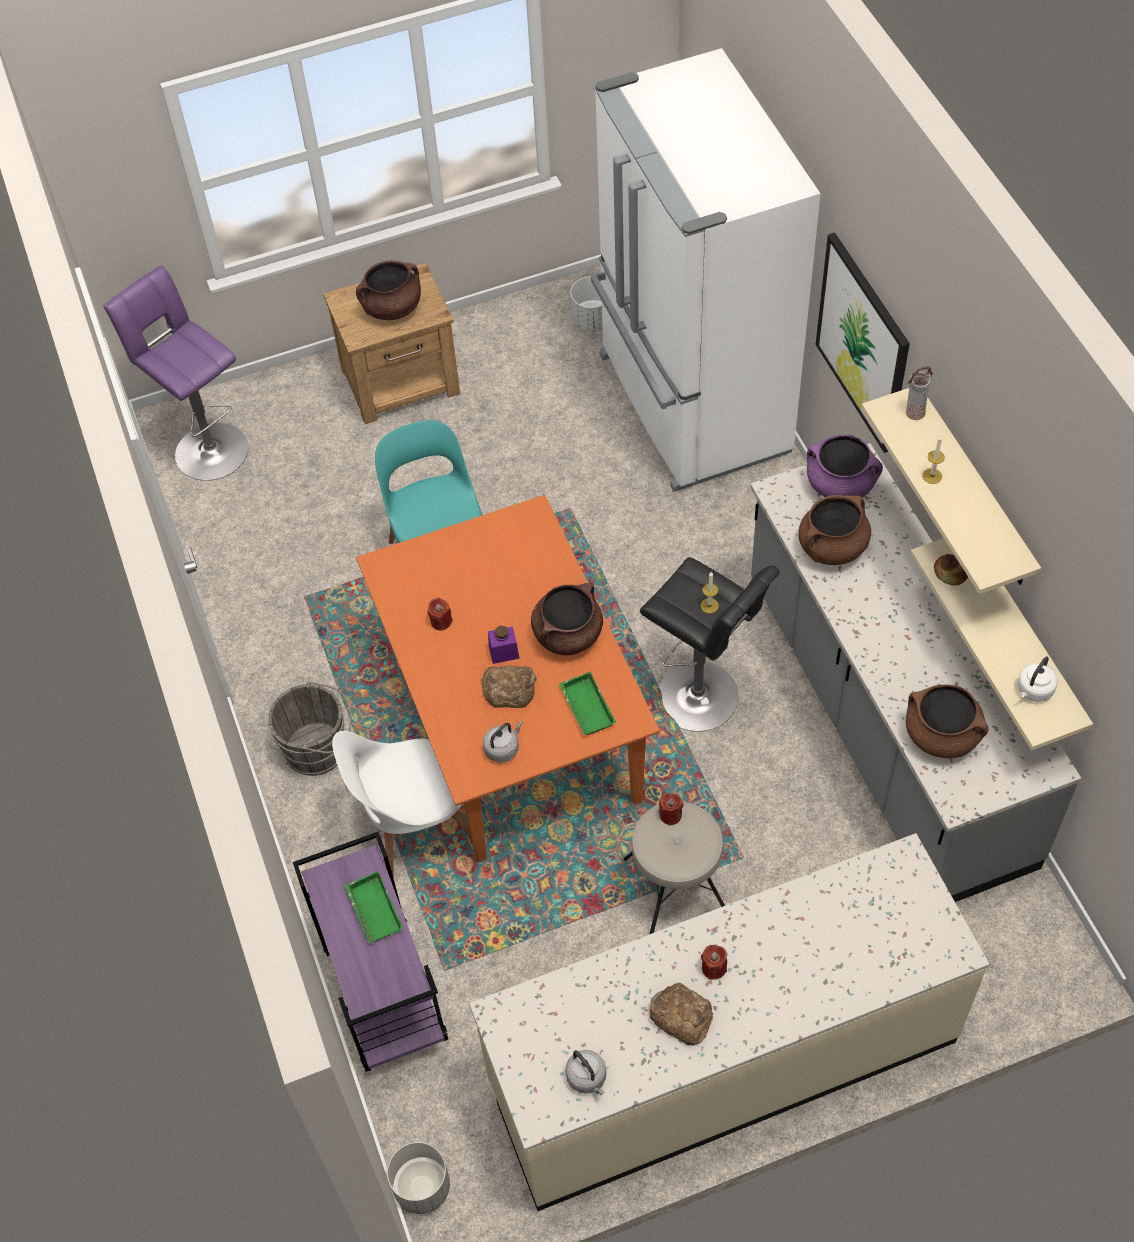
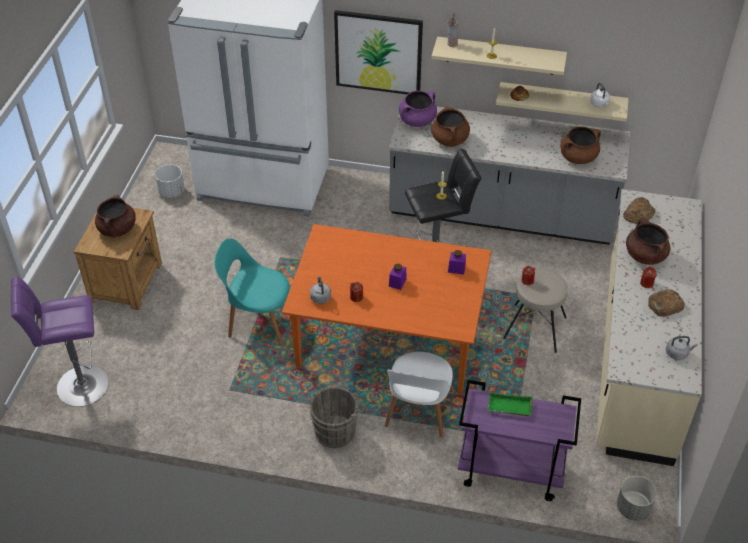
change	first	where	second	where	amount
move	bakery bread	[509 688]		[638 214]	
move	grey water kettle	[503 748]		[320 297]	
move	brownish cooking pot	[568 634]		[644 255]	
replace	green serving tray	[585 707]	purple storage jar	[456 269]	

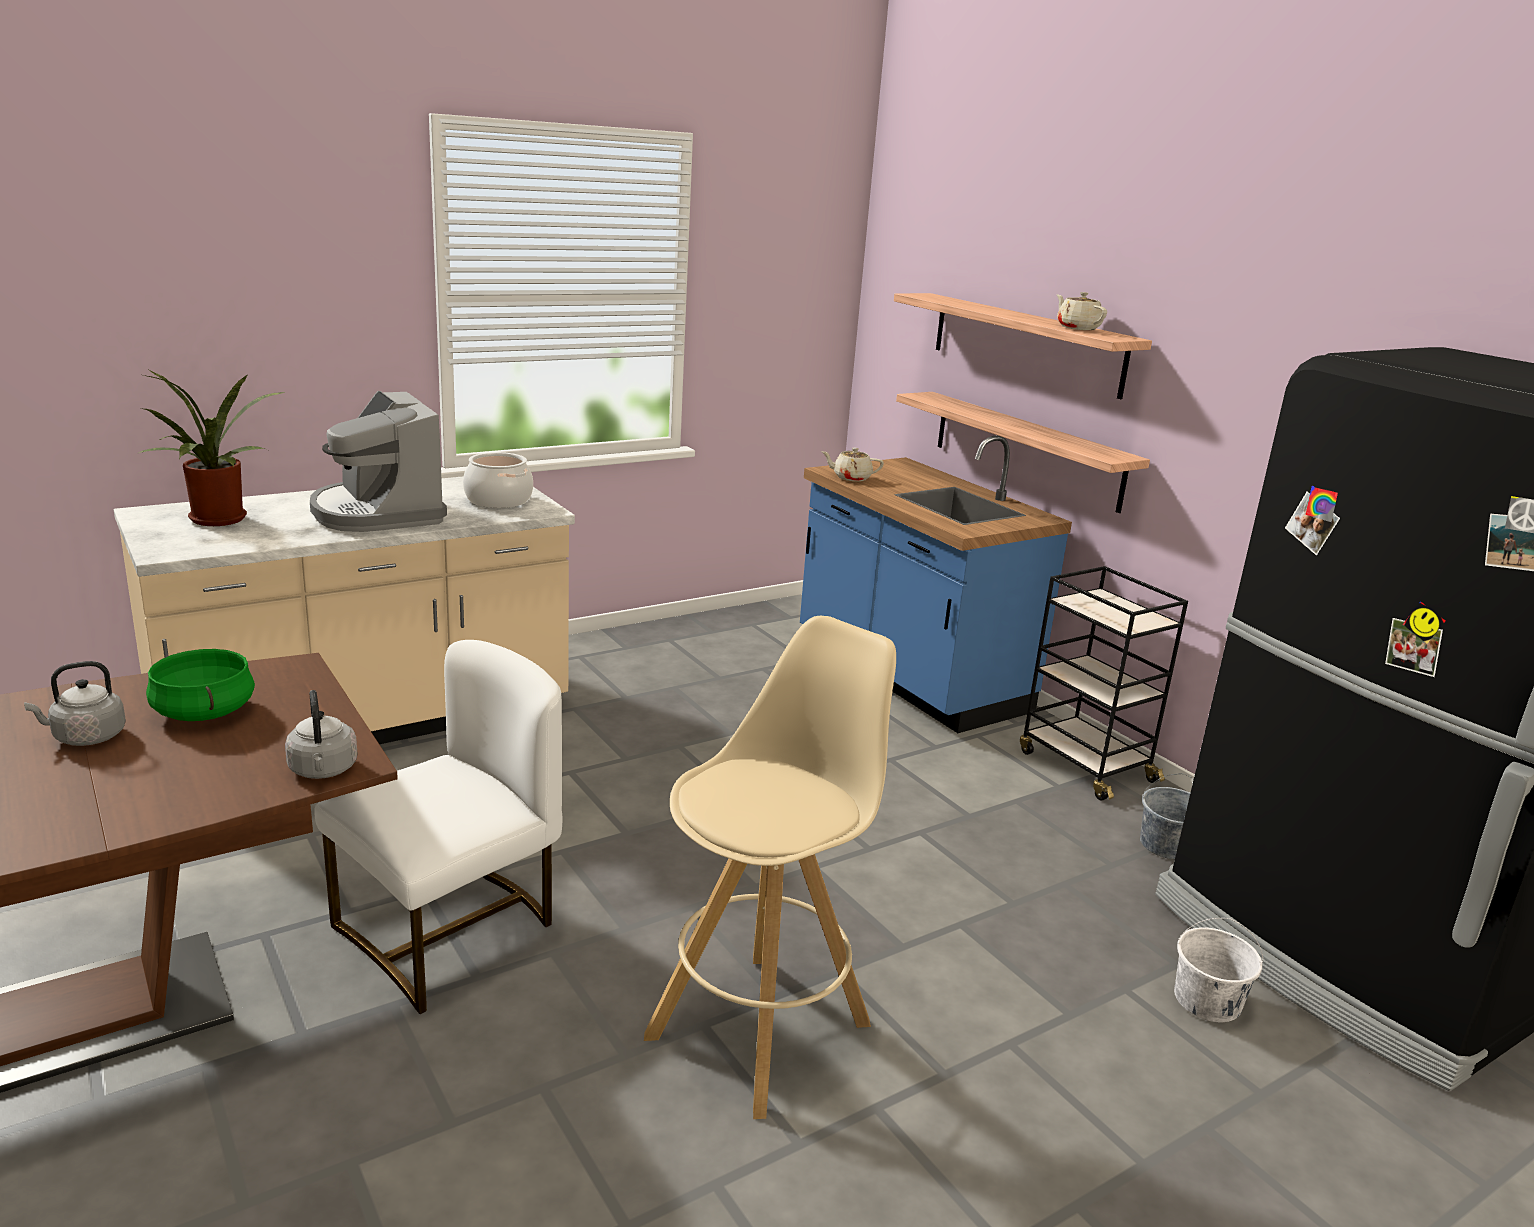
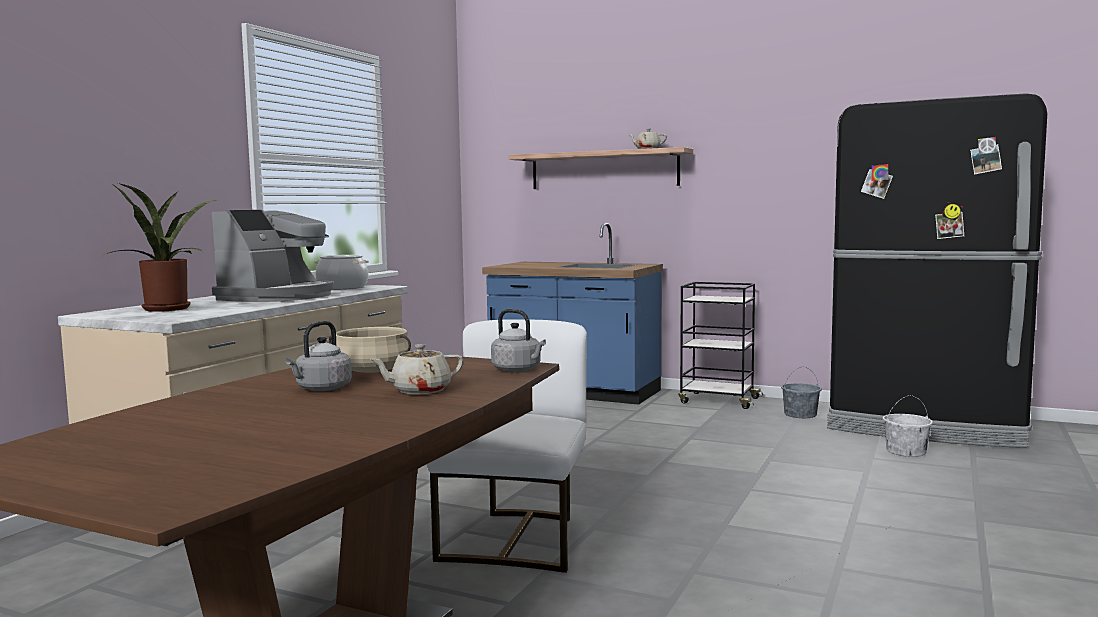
change	first	where	second	where	amount
delete	sand-coloured stool seat	[761 1028]			
delete	shelf	[1026 449]			
move	sand-coloured pot for tea	[851 478]		[419 391]	
recolor	green cooking pot	[203 712]	sand-coloured cooking pot	[372 371]	
rotate	coffee maker	[377 513]		[278 297]	90 degrees counterclockwise

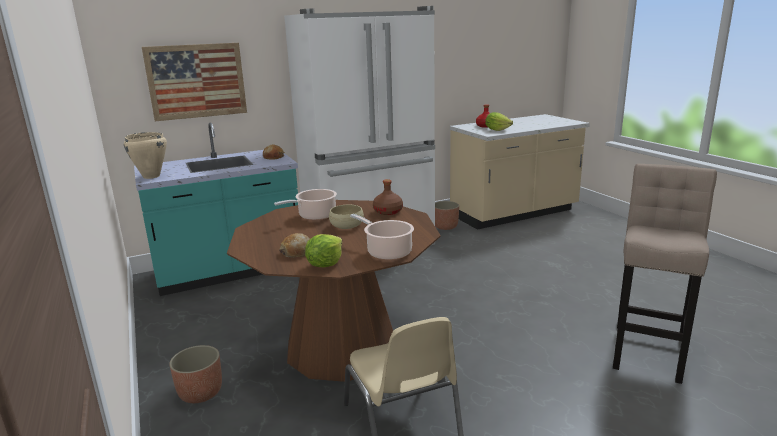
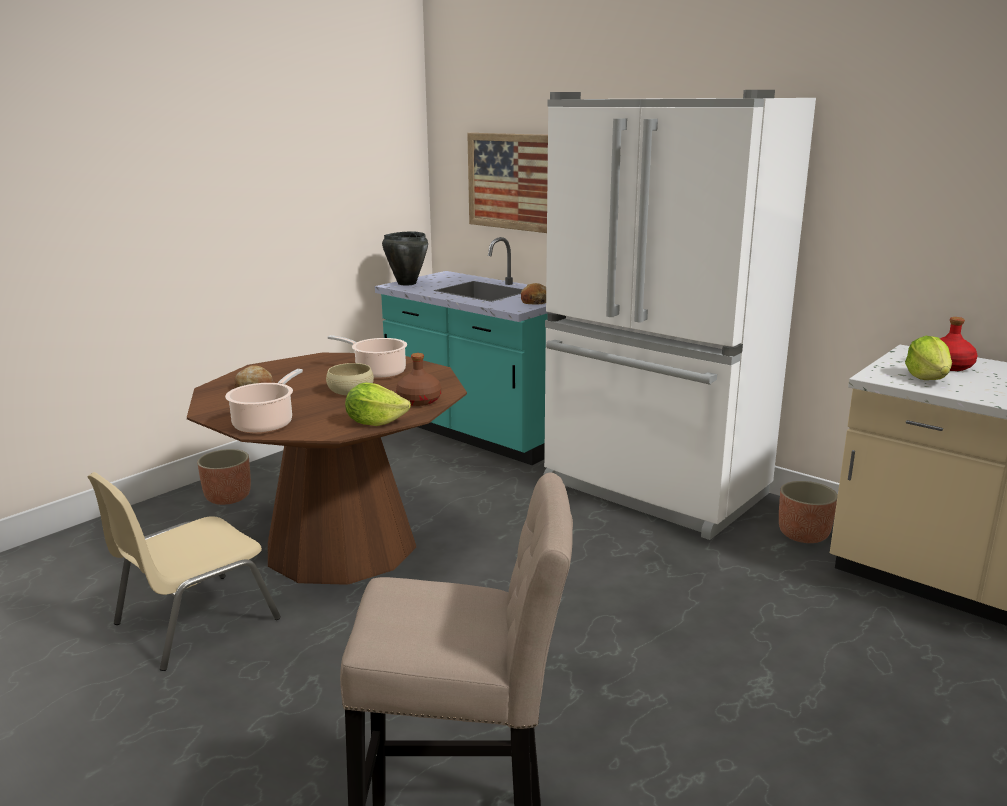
change	first	where	second	where	amount
move	lettuce head	[325 264]		[375 422]	
recolor	sand-coloured cooking pot	[151 176]	black-coloured cooking pot	[406 283]	

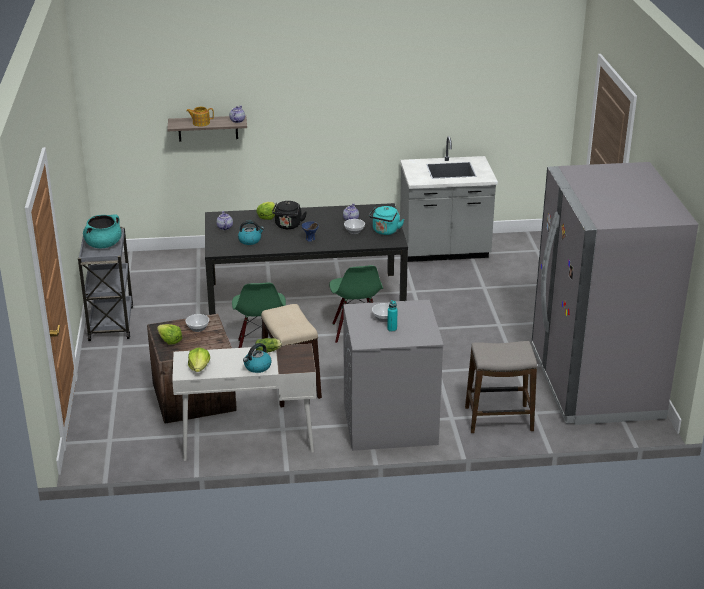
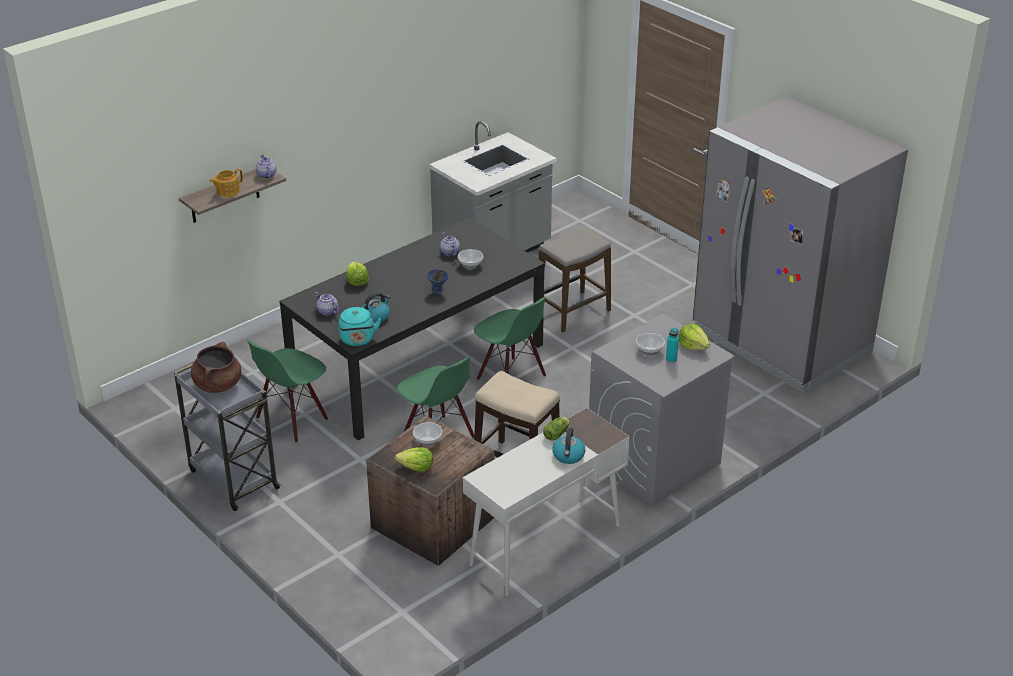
change	first	where	second	where	amount
delete	black-coloured water kettle	[288 226]			
insert			green plain chair	[292 419]	
move	lettuce head	[199 368]		[693 345]	
move	turquoise water kettle	[385 231]		[358 340]	
move	stool seat	[498 419]		[572 312]	
recolor	turquoise cooking pot	[103 244]	brownish cooking pot	[218 385]	

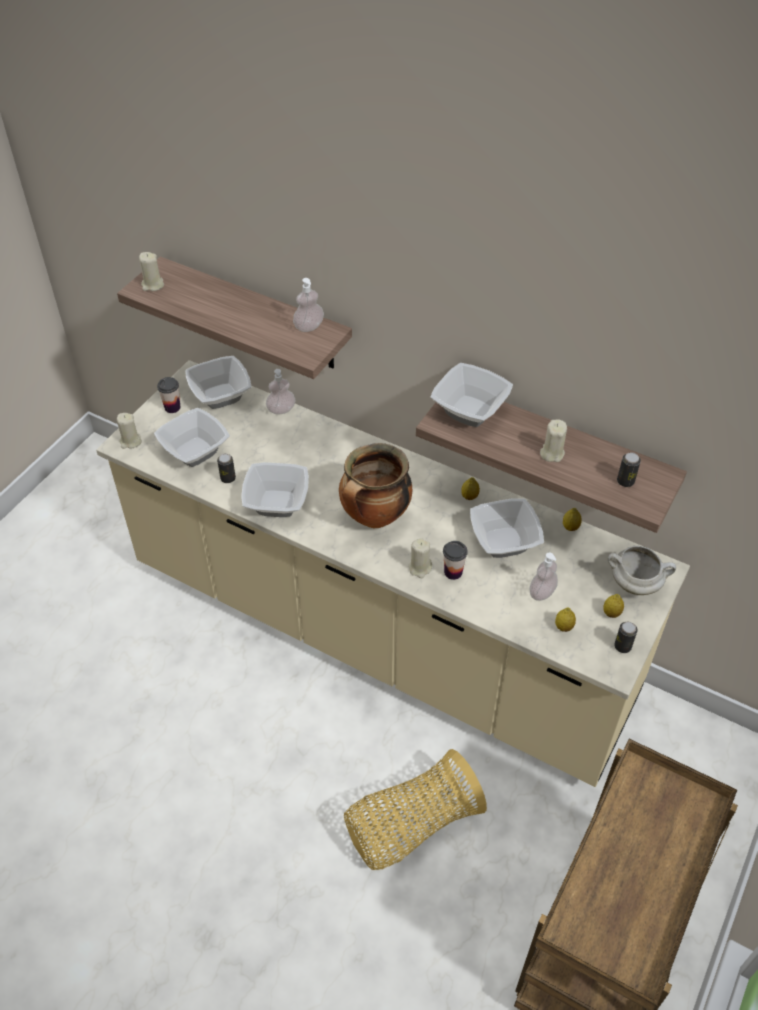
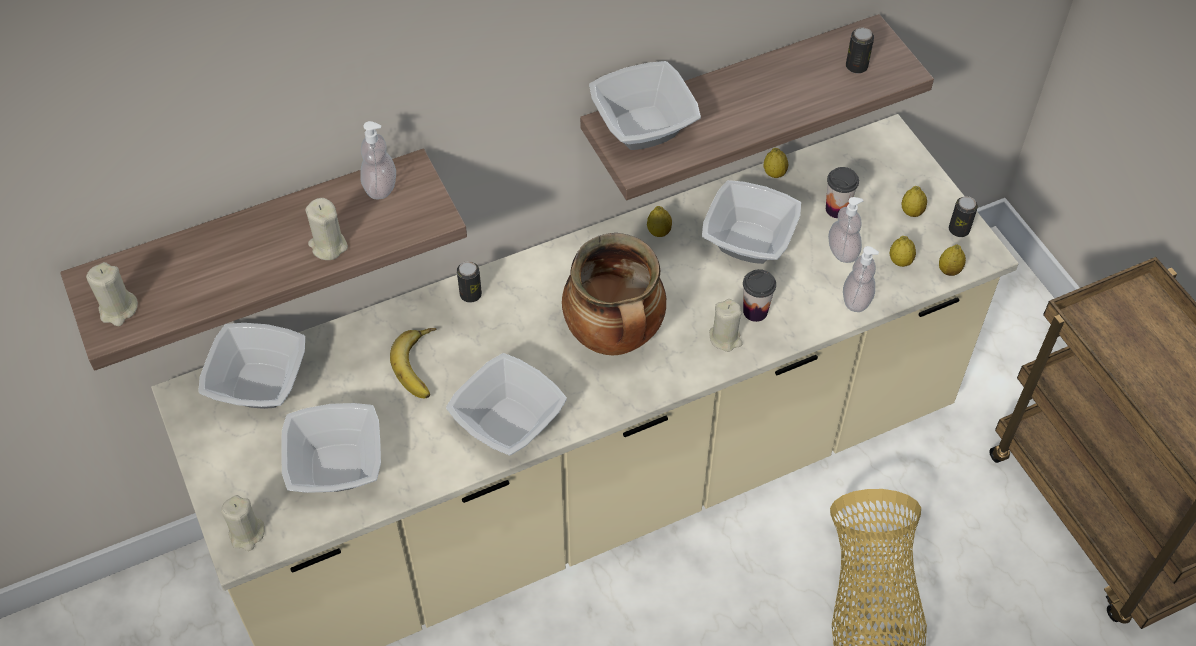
change	first	where	second	where	amount
delete	white-coloured cooking pot	[635 583]			
insert			banana fruit	[422 366]	
insert			citrus fruit	[949 270]	
move	cup	[172 407]		[837 209]	
move	sealed can	[228 478]		[470 294]	
move	liquid soap bottle	[281 409]		[856 300]	
move	sand-coloured candle	[551 453]		[328 246]	

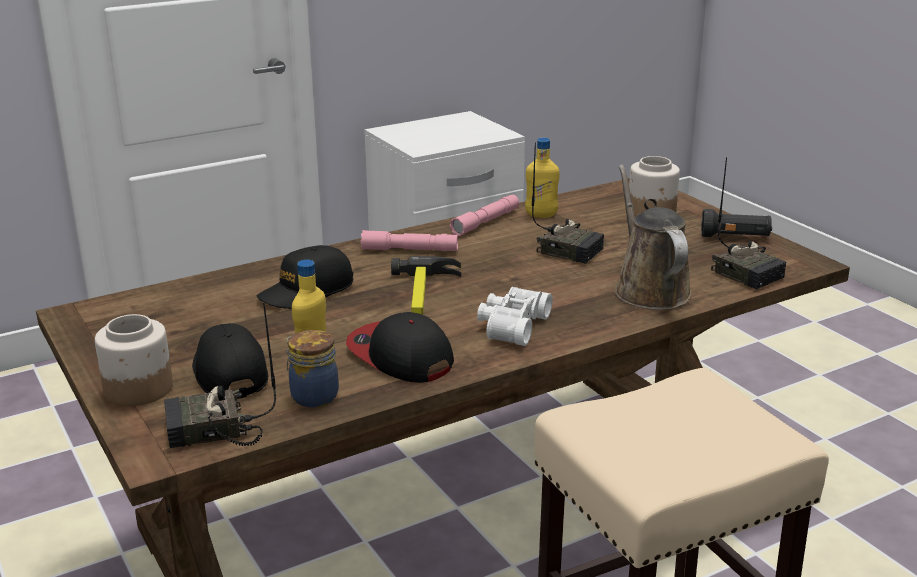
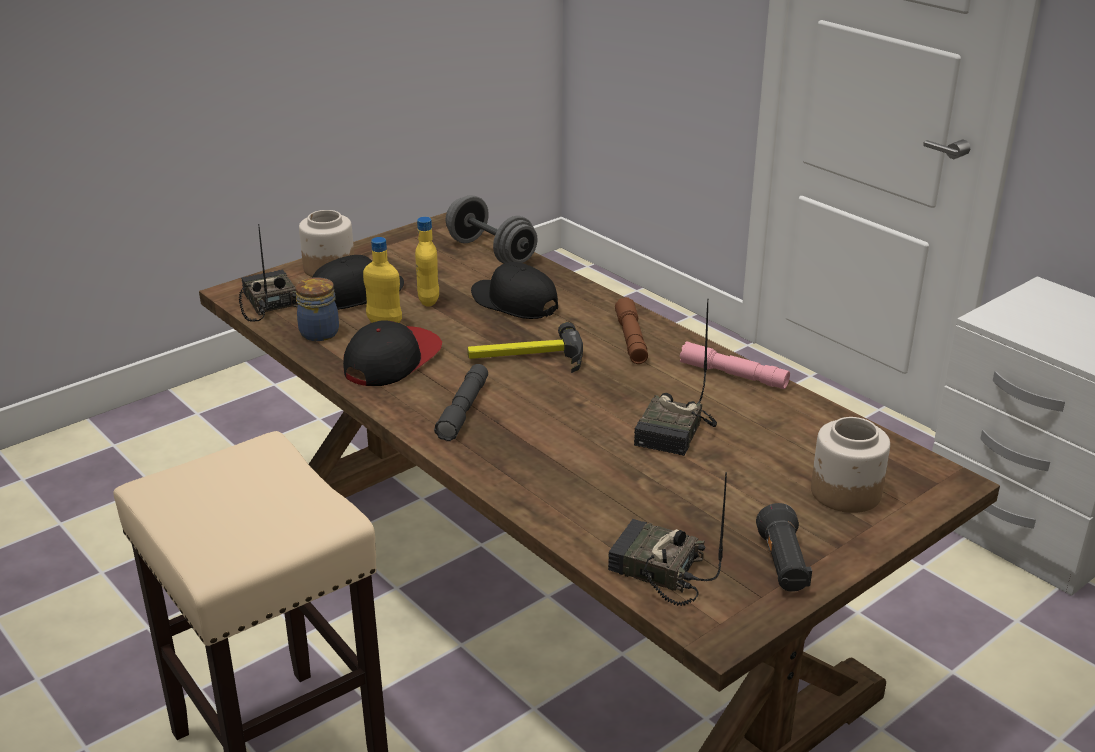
change	first	where	second	where	amount
delete	brownish sprinkling can	[648 289]			
insert			grey dumbbell	[491 252]	
move	yellowish beverage bottle	[541 215]		[428 300]	
replace	white-coloured field glasses	[511 326]	grey hand torch	[463 410]	
recolor	pink hand torch	[409 250]	brownish hand torch	[631 339]	
rotate	radio	[748 273]		[656 571]	75 degrees clockwise

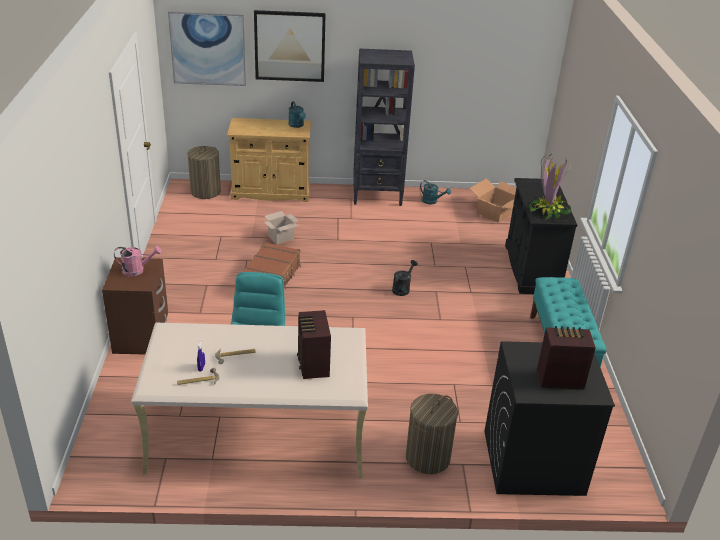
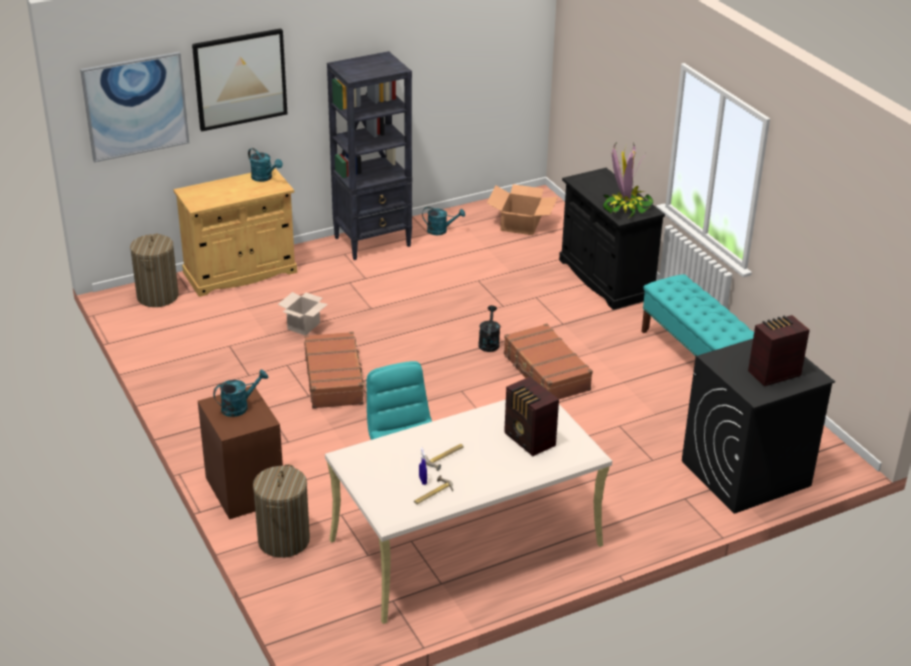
change	first	where	second	where	amount
insert			brownish travel case	[545 372]	
move	hamper	[427 458]		[284 540]	
recolor	pink sprinkling can	[137 270]	turquoise sprinkling can	[239 407]	

